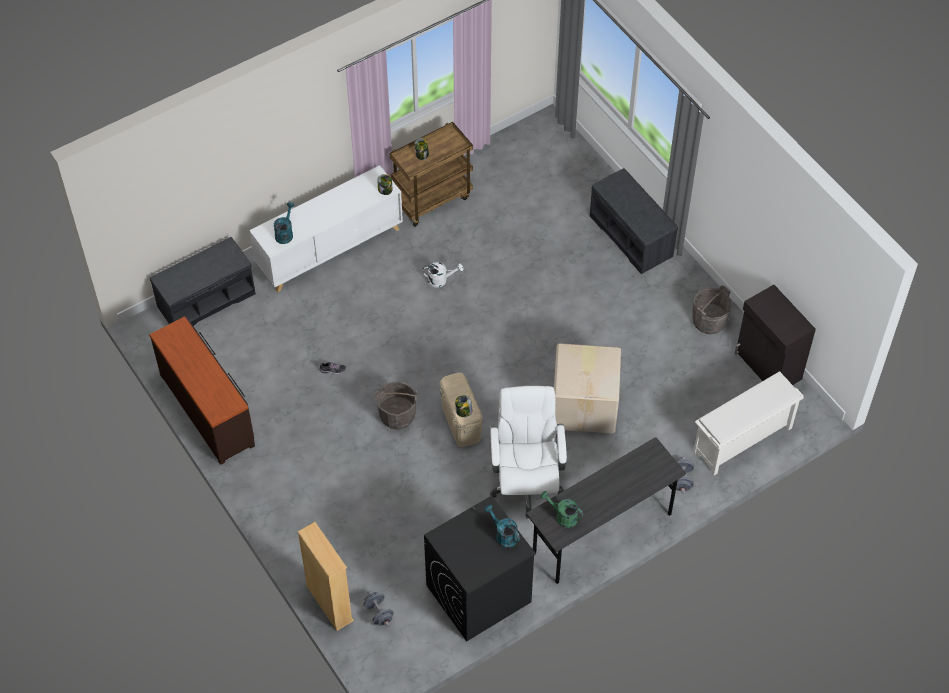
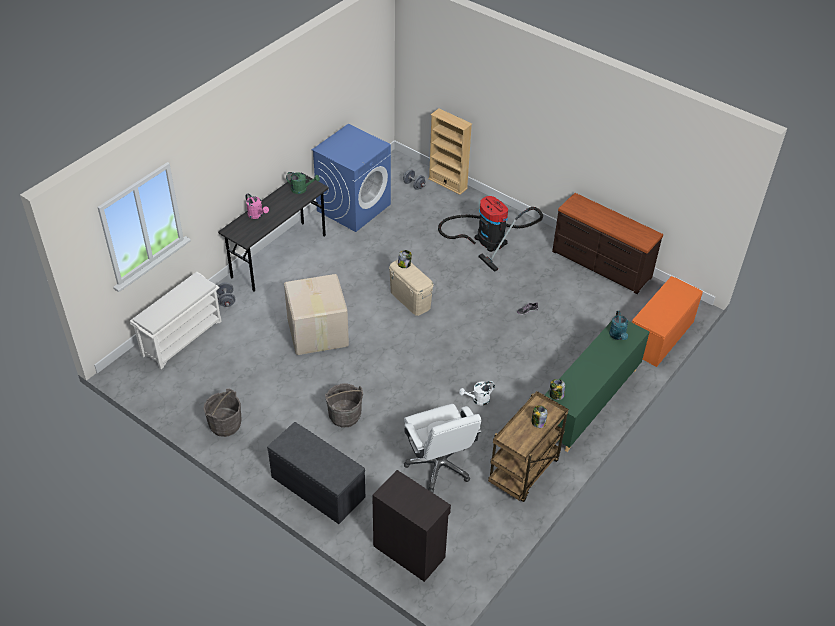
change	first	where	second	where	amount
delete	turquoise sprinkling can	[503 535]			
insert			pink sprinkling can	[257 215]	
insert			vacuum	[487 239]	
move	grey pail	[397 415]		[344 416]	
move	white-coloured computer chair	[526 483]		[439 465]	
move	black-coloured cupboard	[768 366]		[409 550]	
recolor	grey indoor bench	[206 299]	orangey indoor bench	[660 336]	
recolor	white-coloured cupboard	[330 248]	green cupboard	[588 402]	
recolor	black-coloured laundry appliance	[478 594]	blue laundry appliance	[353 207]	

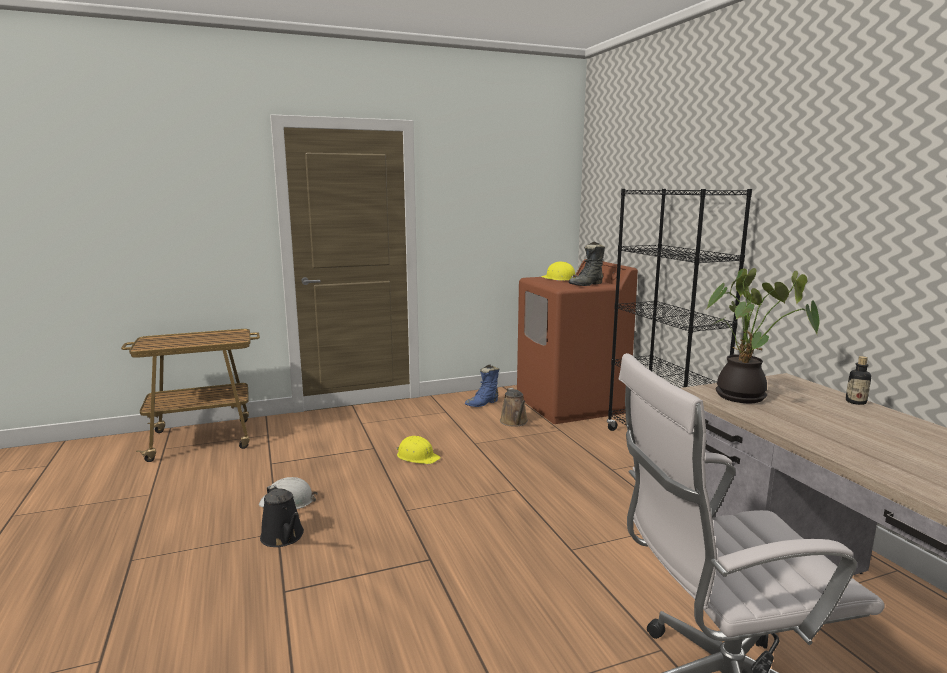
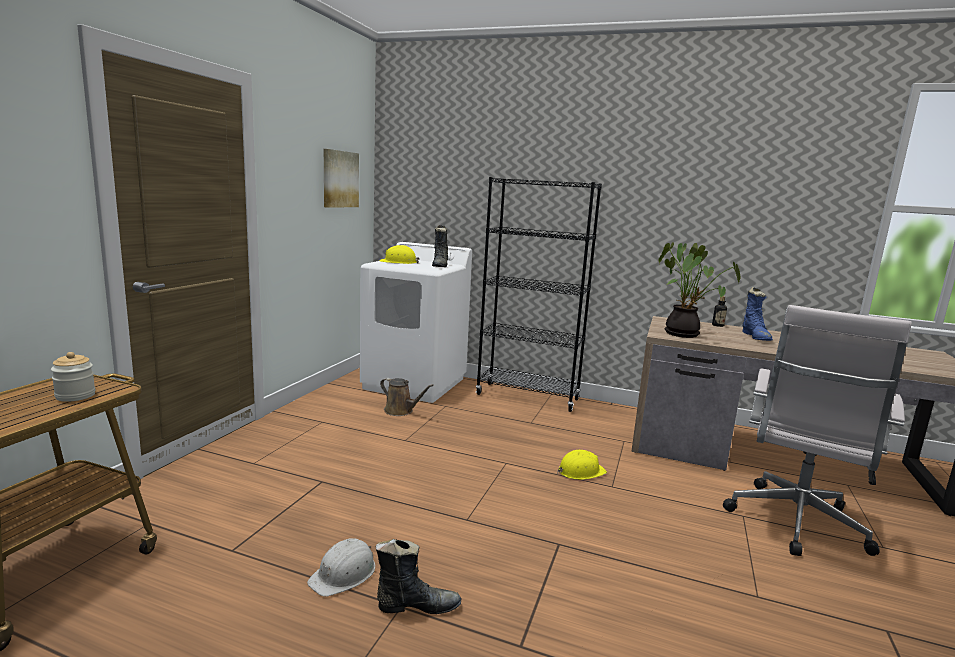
change	first	where	second	where	amount
insert			storage jar	[75 396]	
insert			picture	[339 179]	
move	yellowish work helmet	[417 456]		[580 471]	
move	blue high-top boot	[482 403]		[756 337]	
replace	black-coloured sprinkling can	[284 537]	black-coloured high-top boot	[417 606]	
recolor	brownish laundry appliance	[571 405]	white-coloured laundry appliance	[415 383]	

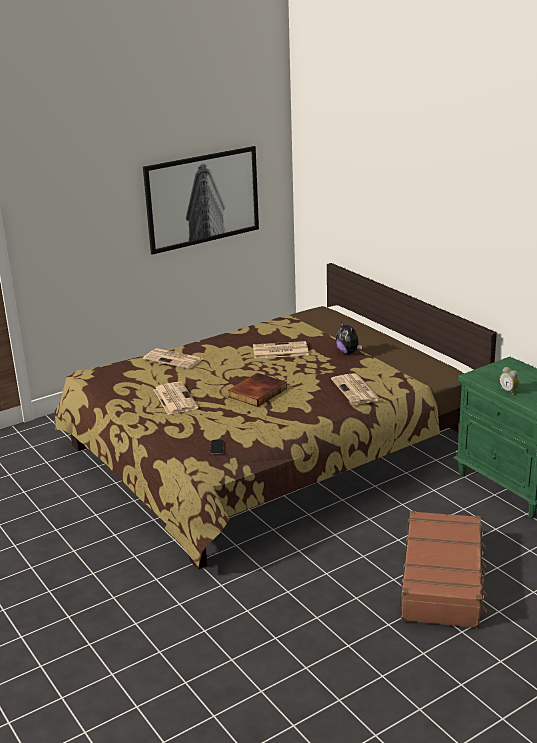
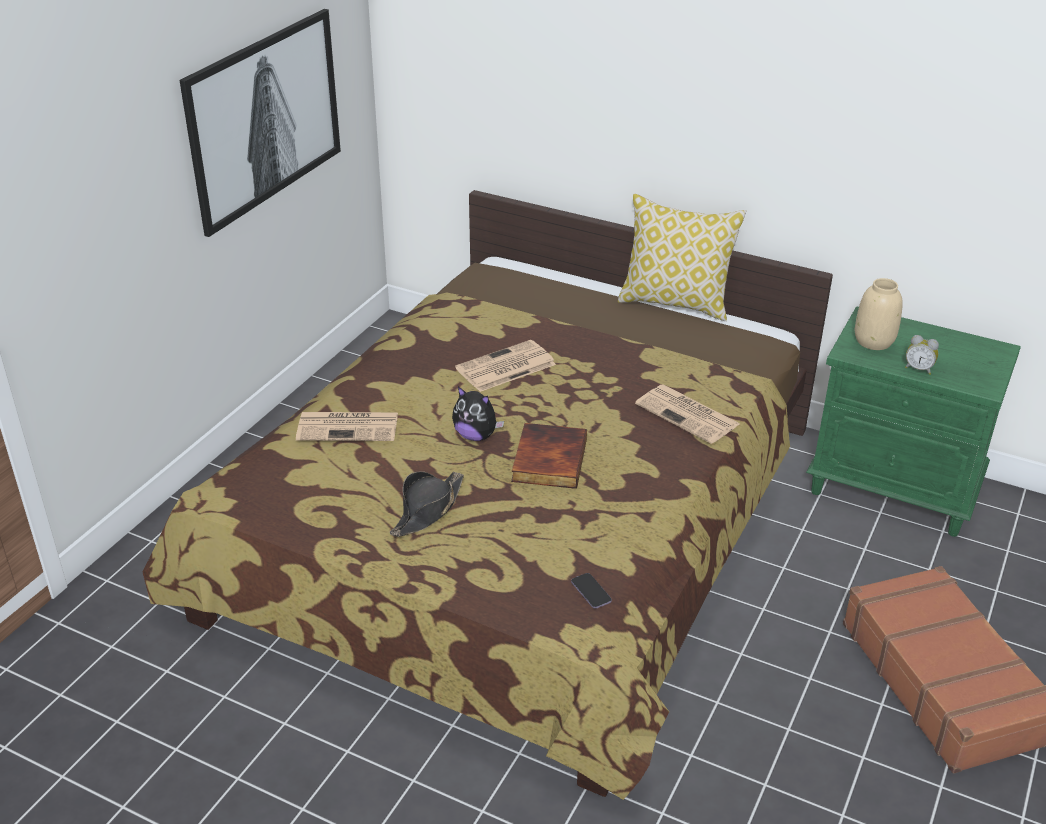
change	first	where	second	where	amount
insert			pillow	[676 303]	
insert			sand-coloured vase	[874 341]	
move	cuddly toy	[348 352]		[476 436]	
replace	newspaper	[174 398]	black-coloured hat	[427 510]	

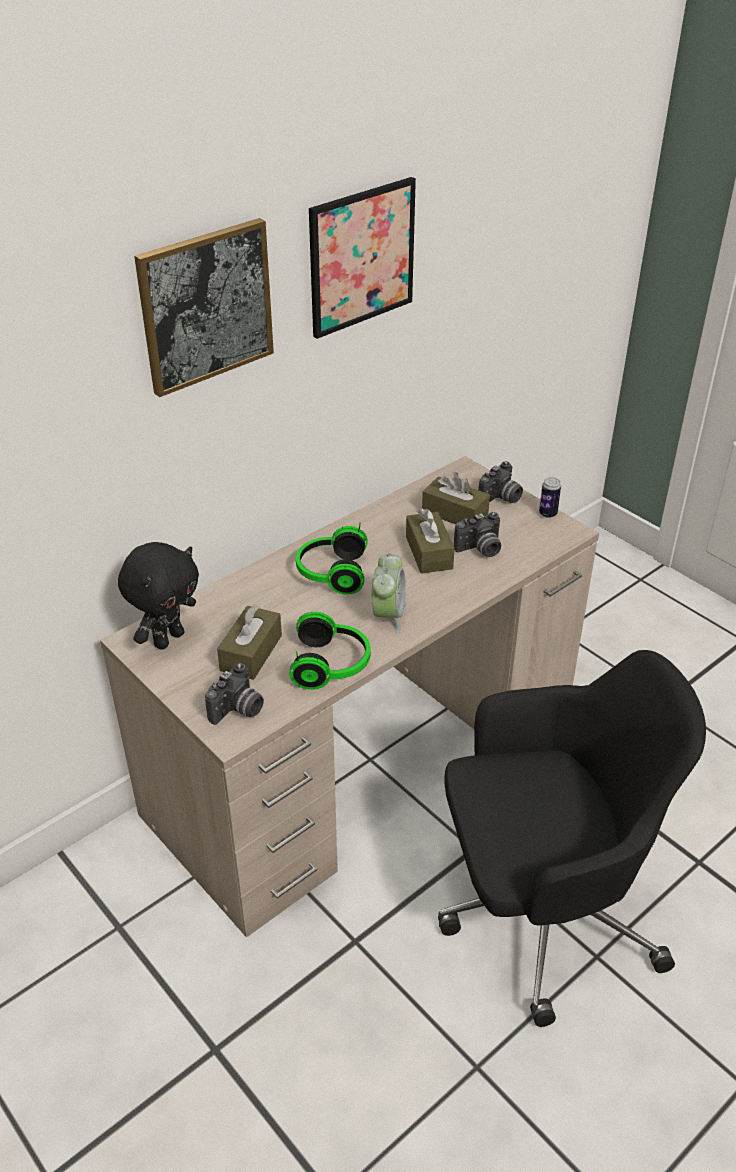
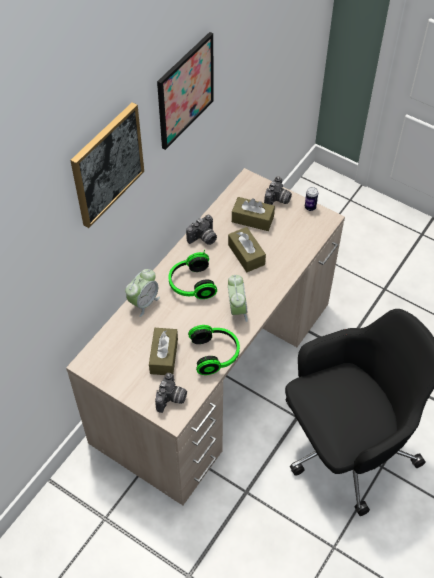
change	first	where	second	where	amount
delete	black-coloured cuddly toy	[168 639]			
insert			table clock	[143 302]	
move	photo camera	[480 550]		[203 239]	

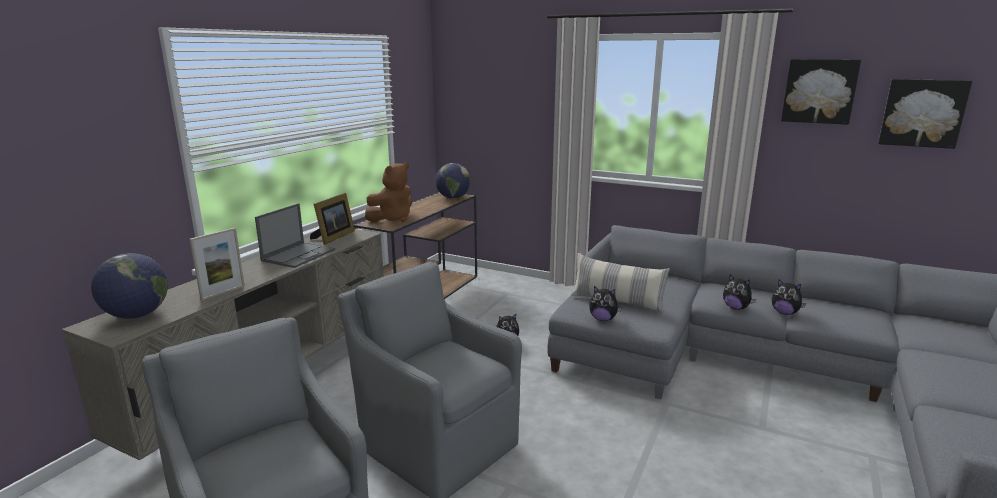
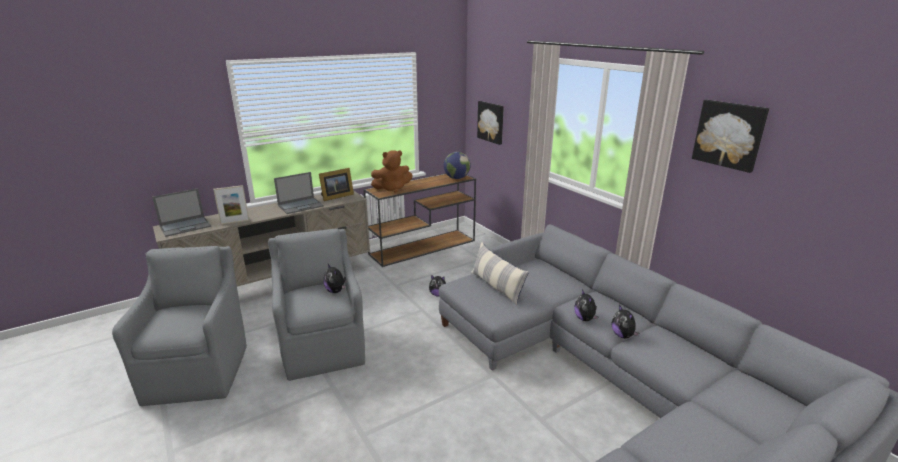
change	first	where	second	where	amount
move	cuddly toy	[603 319]		[336 291]	
move	picture	[922 113]		[491 122]	
replace	desk globe	[137 315]	laptop	[186 226]	

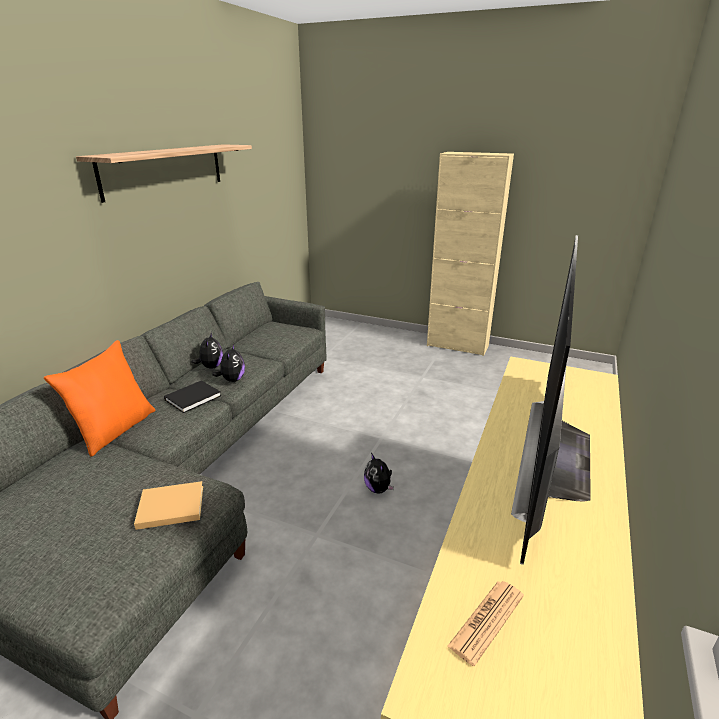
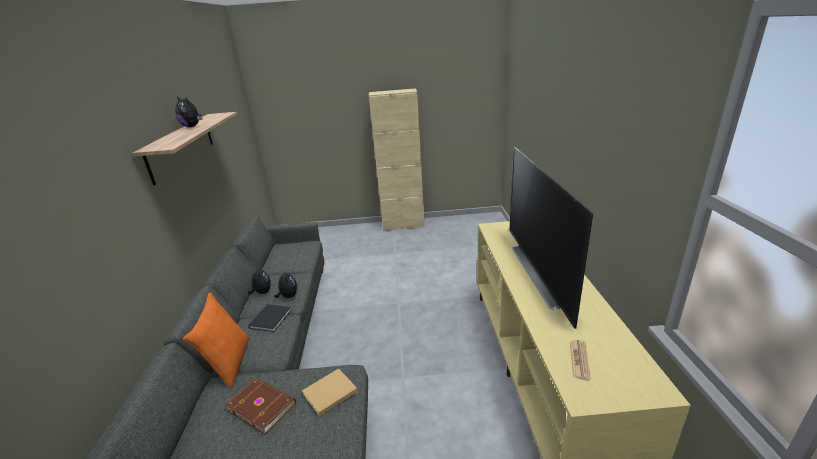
change	first	where	second	where	amount
insert			brownish book	[262 405]	
move	cuddly toy	[378 489]		[192 127]	

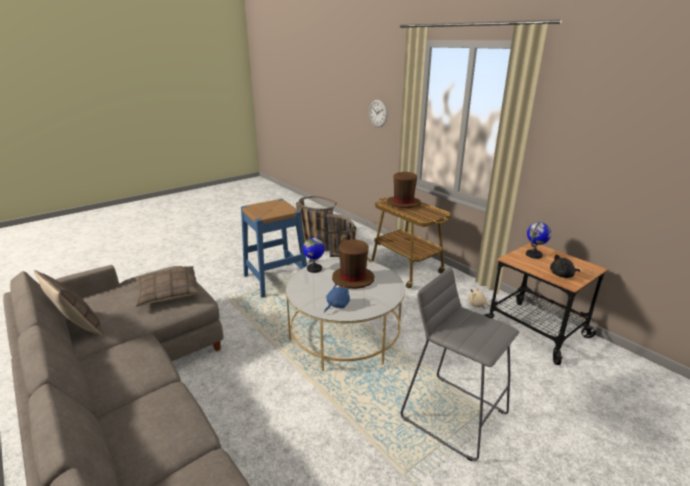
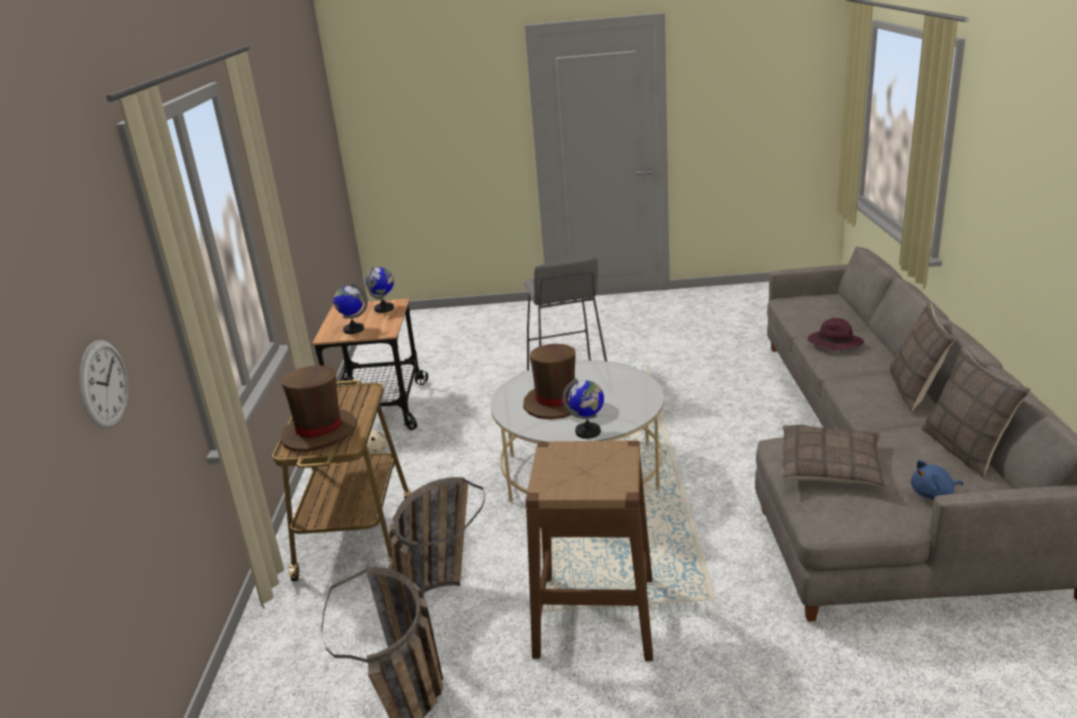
change	first	where	second	where	amount
insert			purple hat	[834 343]	
insert			pillow	[915 392]	
move	blue cuddly toy	[336 305]		[933 494]	
replace	black-coloured cuddly toy	[562 275]	desk globe	[384 309]	
recolor	blue stool seat	[276 279]	brownish stool seat	[594 616]	

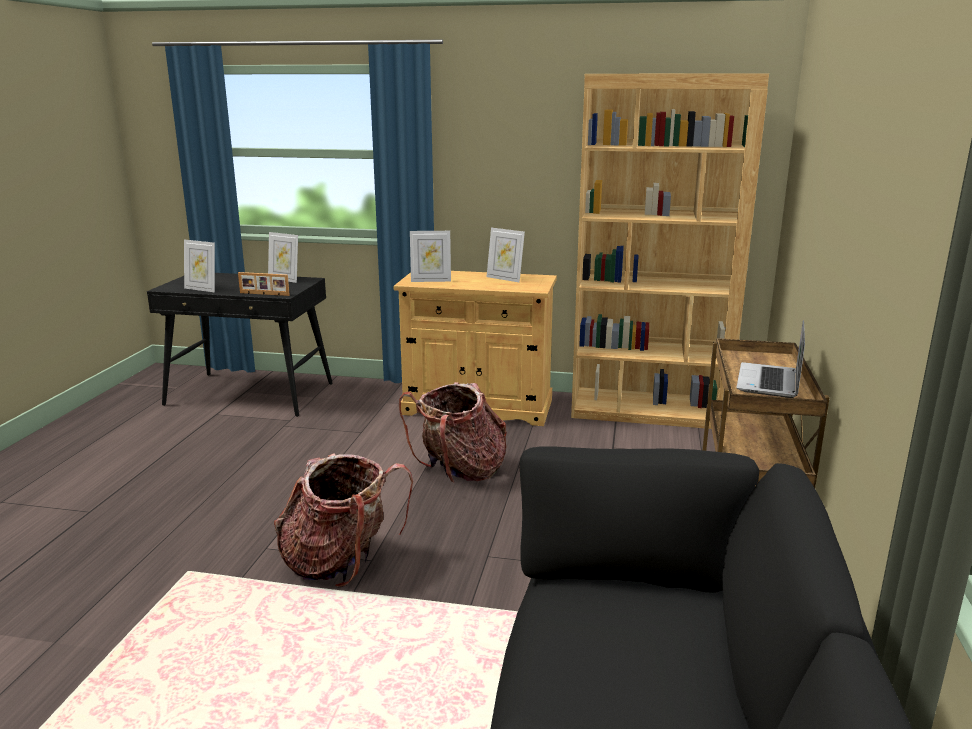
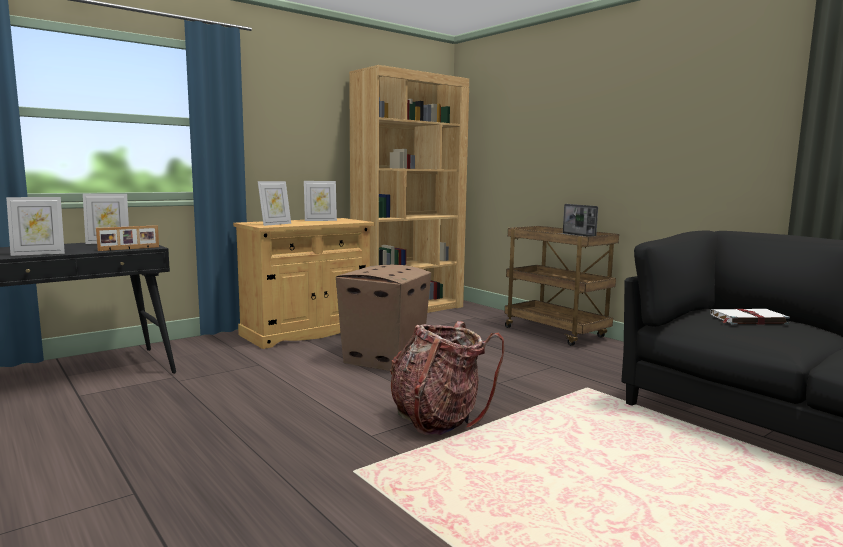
change	first	where	second	where	amount
insert			white-coloured book	[747 319]	
replace	backpack	[459 472]	carton	[383 359]	

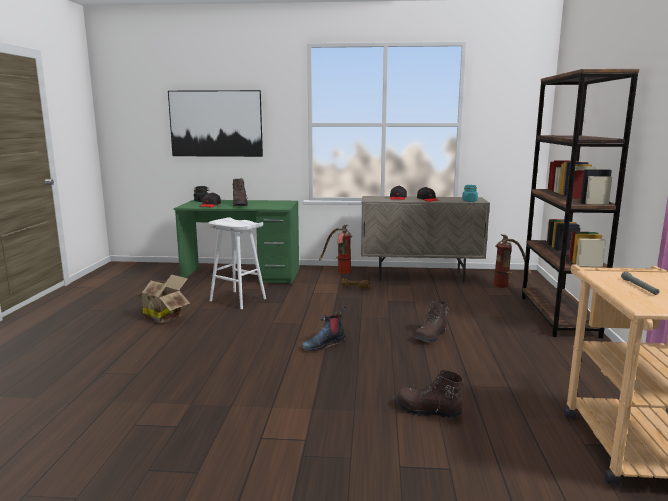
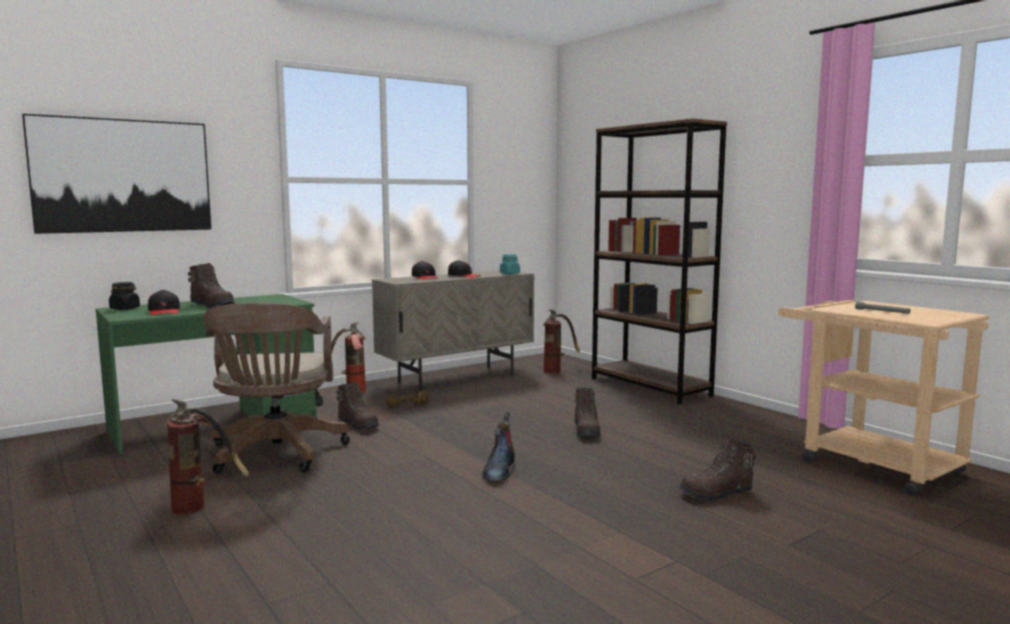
change	first	where	second	where	amount
insert			brownish high-top boot	[358 425]	
replace	carton	[164 316]	fire-fighting cylinder	[202 505]	
replace	white-coloured stool seat	[237 300]	brownish computer chair	[275 455]	

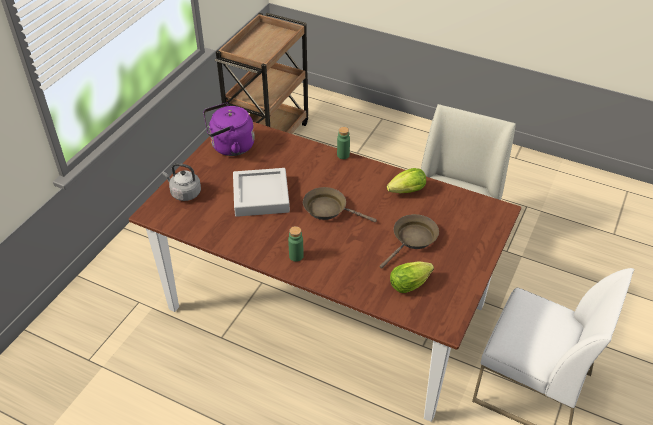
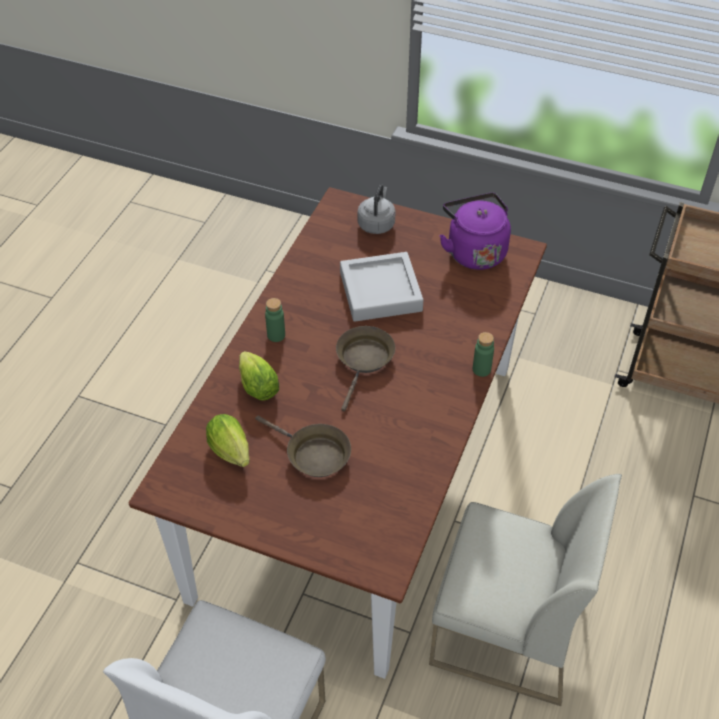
change	first	where	second	where	amount
move	lettuce head	[405 192]		[256 385]	

